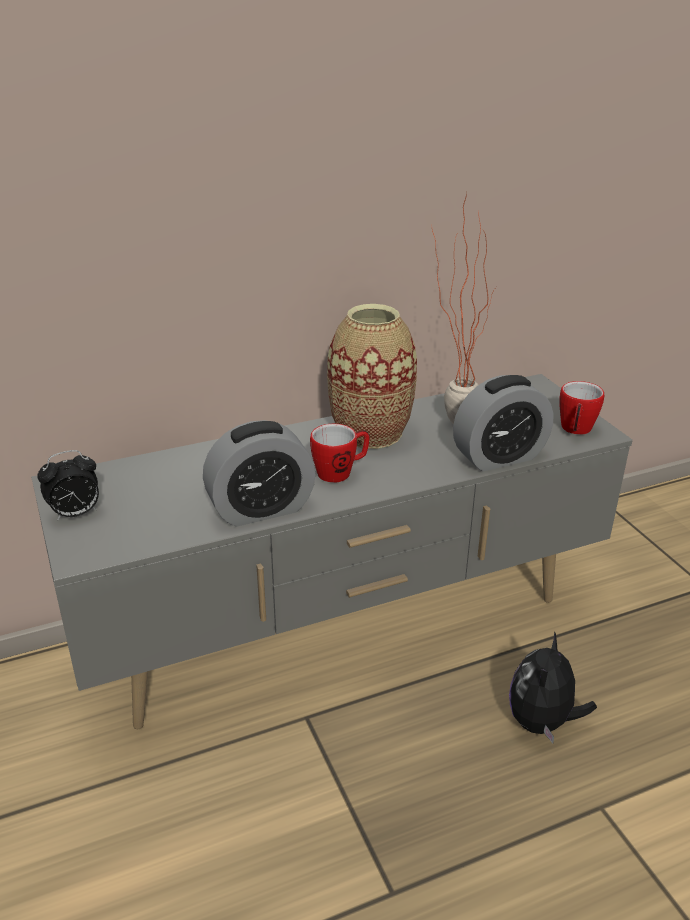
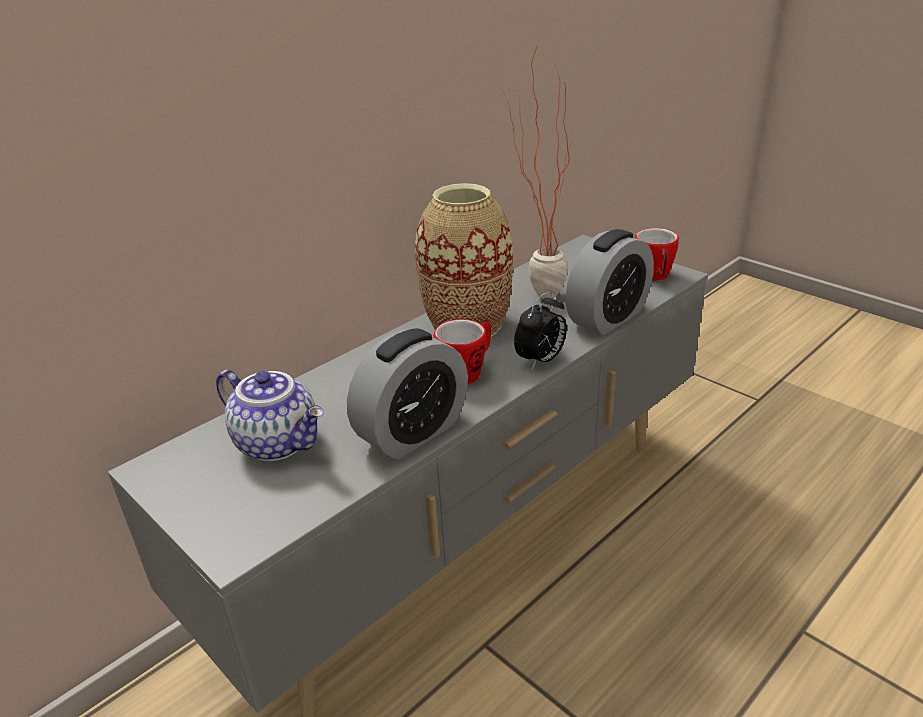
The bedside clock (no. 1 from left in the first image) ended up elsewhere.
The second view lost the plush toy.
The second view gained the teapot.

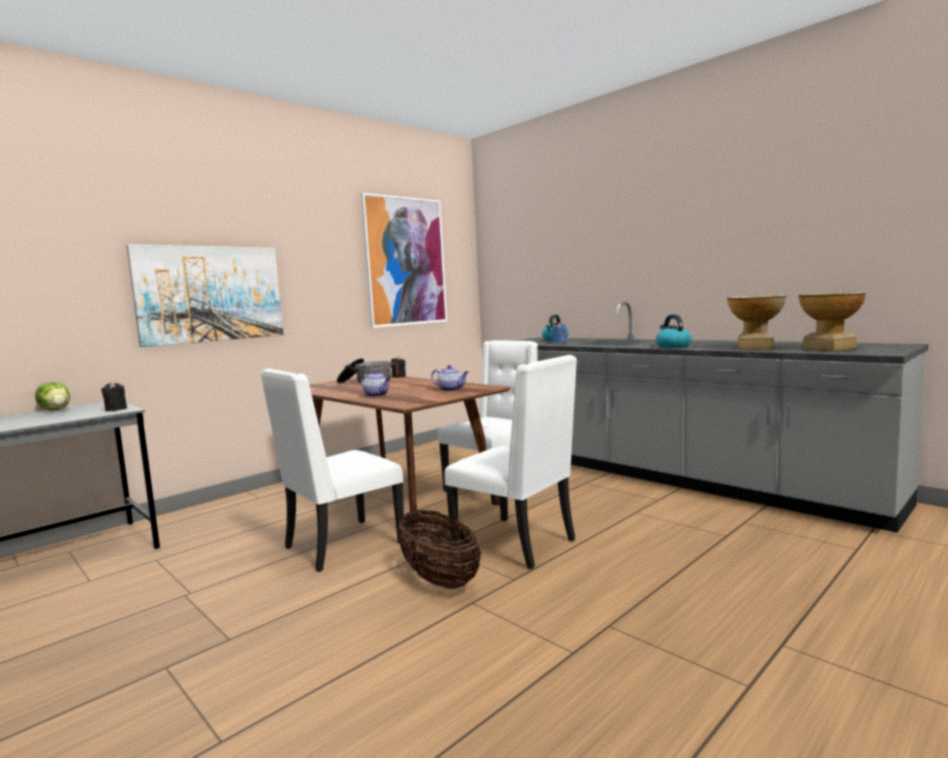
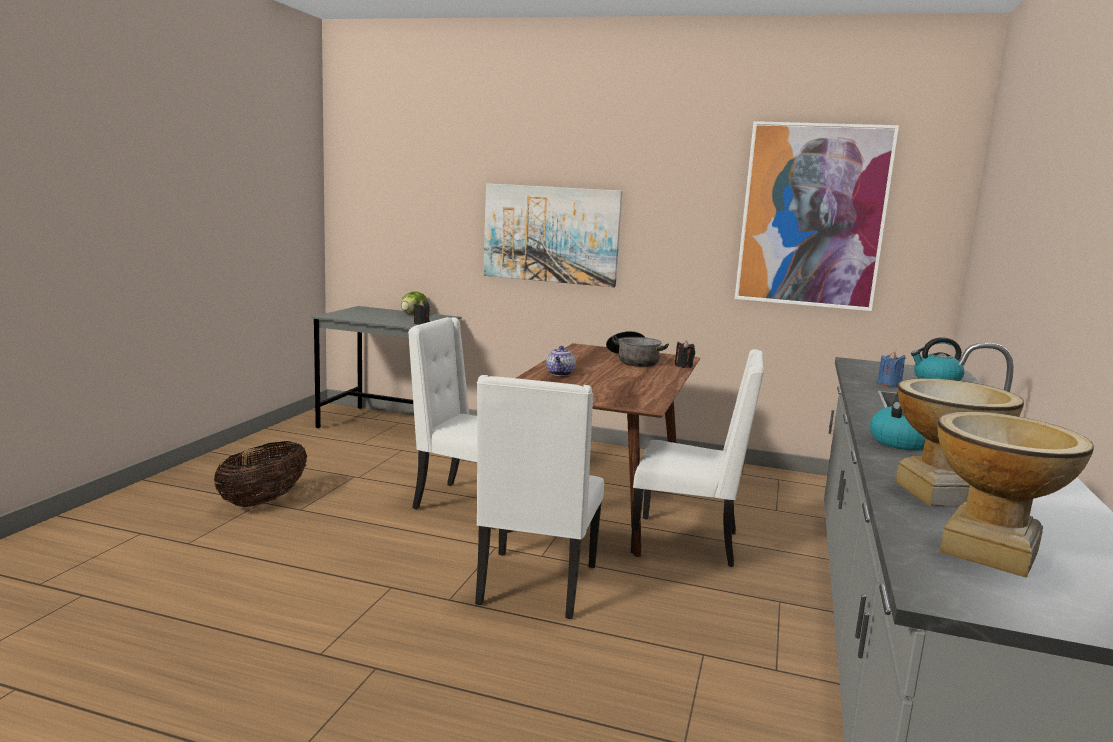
The basket ended up elsewhere.
The second view lost the teapot (no. 2 from left).

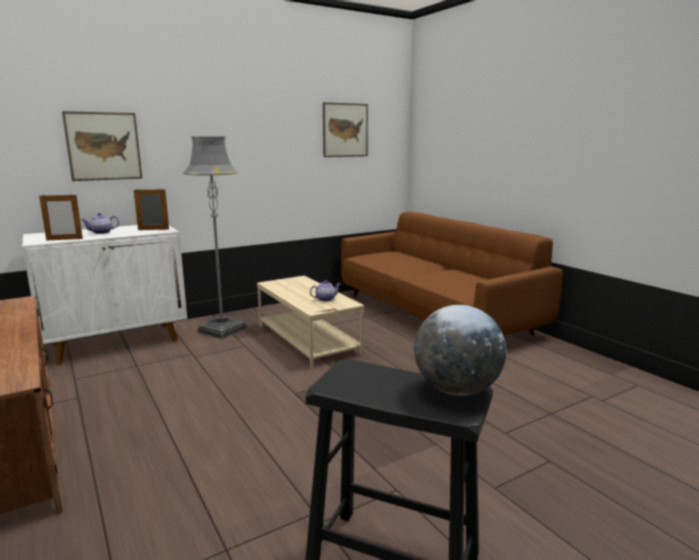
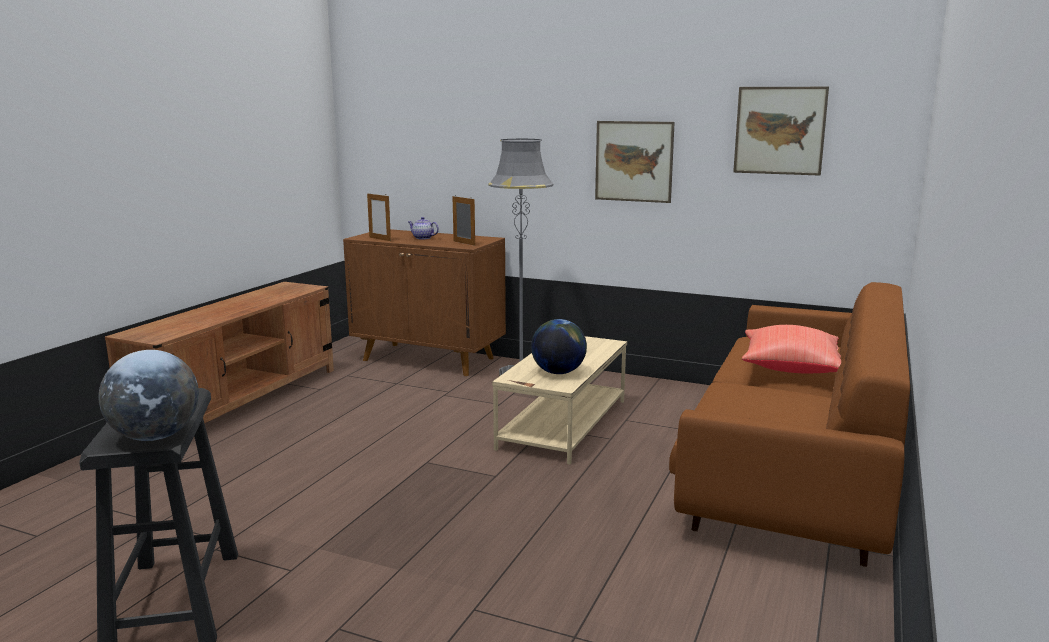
What was the whitish storage cabinet turned into the brown storage cabinet.
The picture (no. 1 from left) ended up elsewhere.
Where the teapot (no. 2 from left) stood, the world globe (no. 2 from left) came to stand.
The second view gained the red pillow.

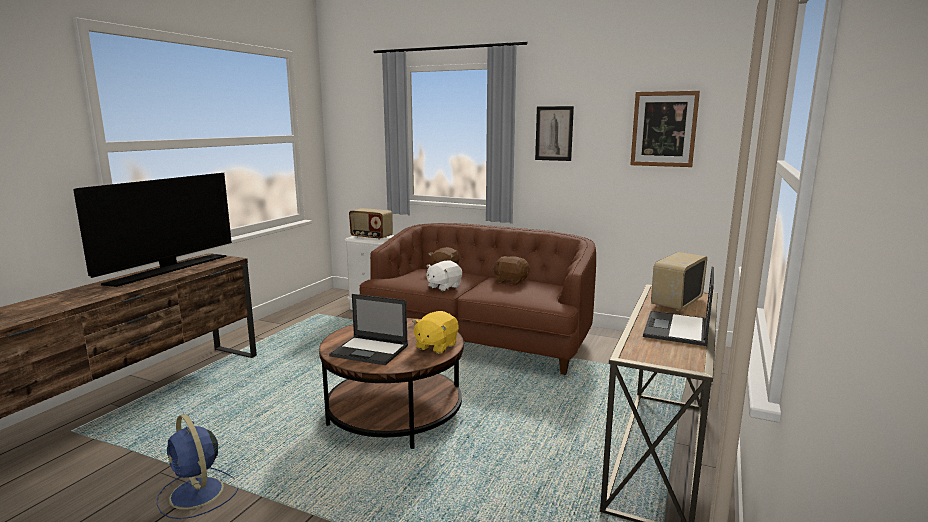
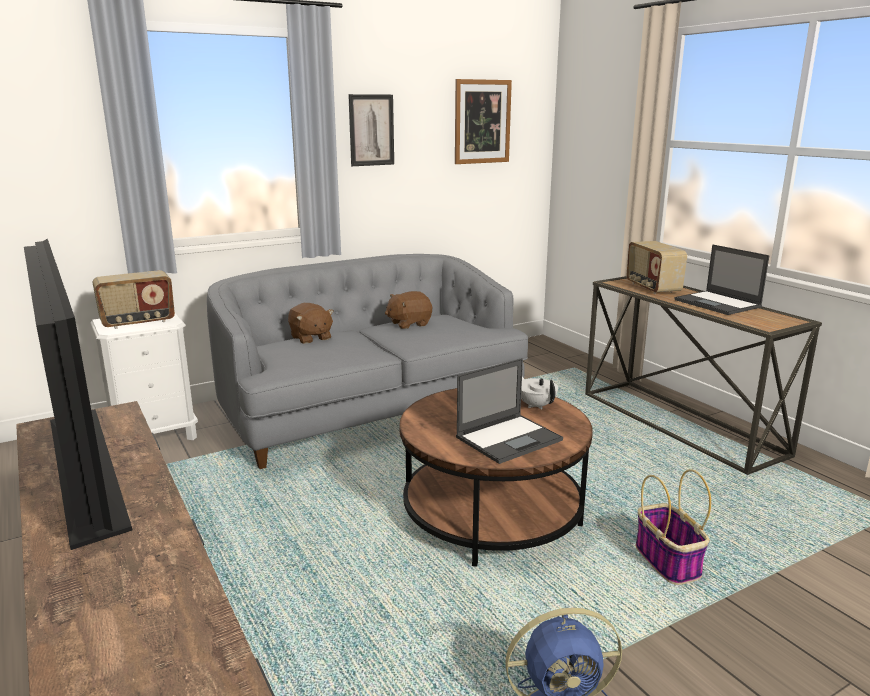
What was the brown settee turned into the greyish settee.
Where the yellow plush toy stood, the whitish teapot came to stand.
The second view lost the whitish plush toy.
The second view gained the basket.

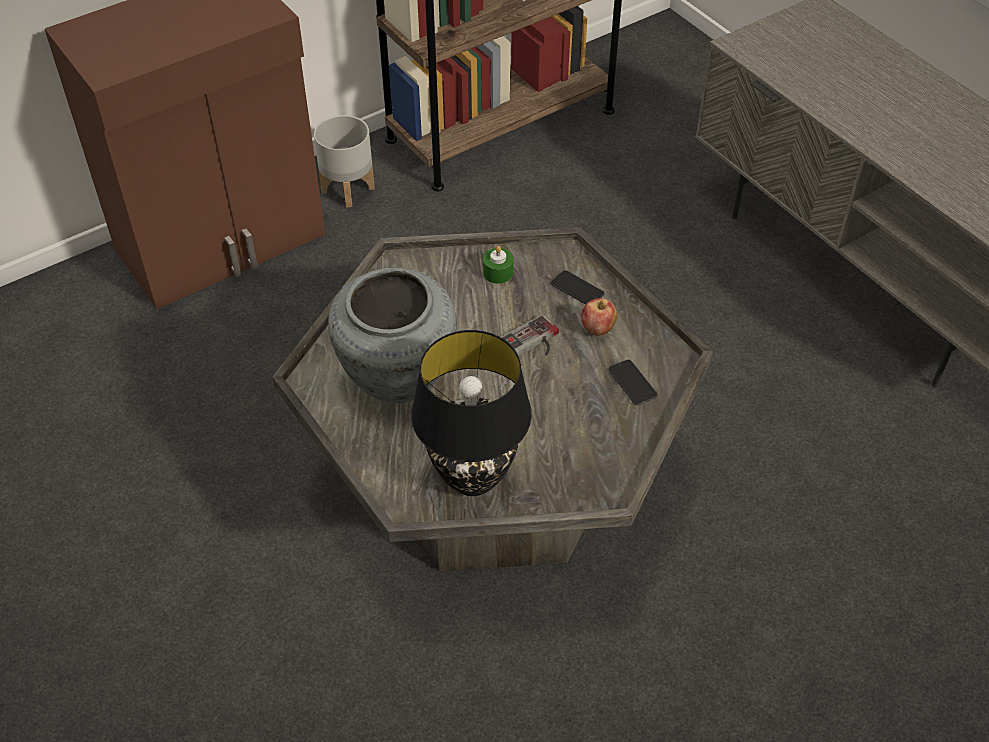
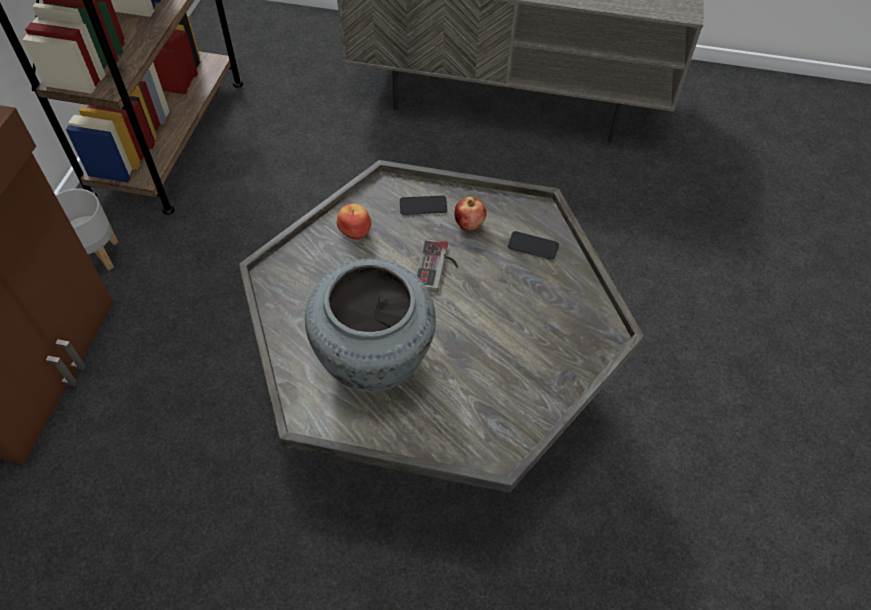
The second view lost the blackish tabletop lamp.
Where the green-coloured wax candle stood, the apple fruit (no. 1 from left) came to stand.

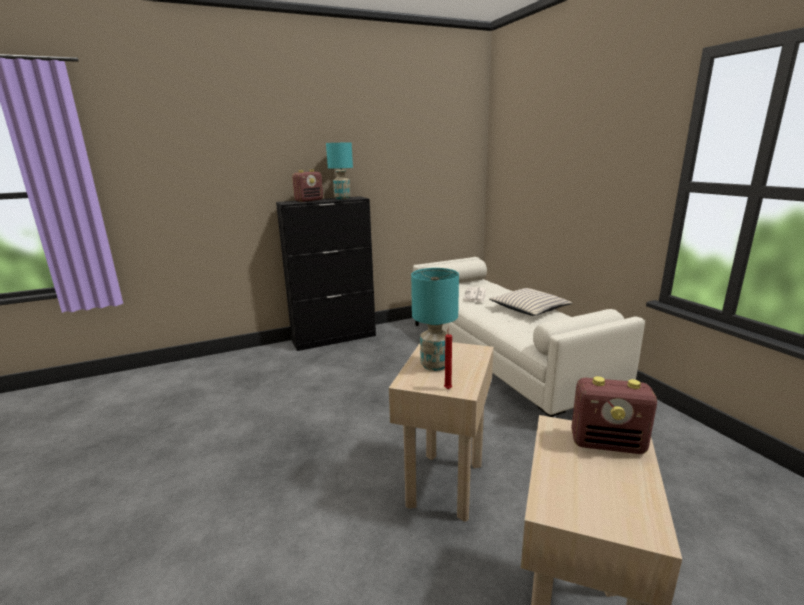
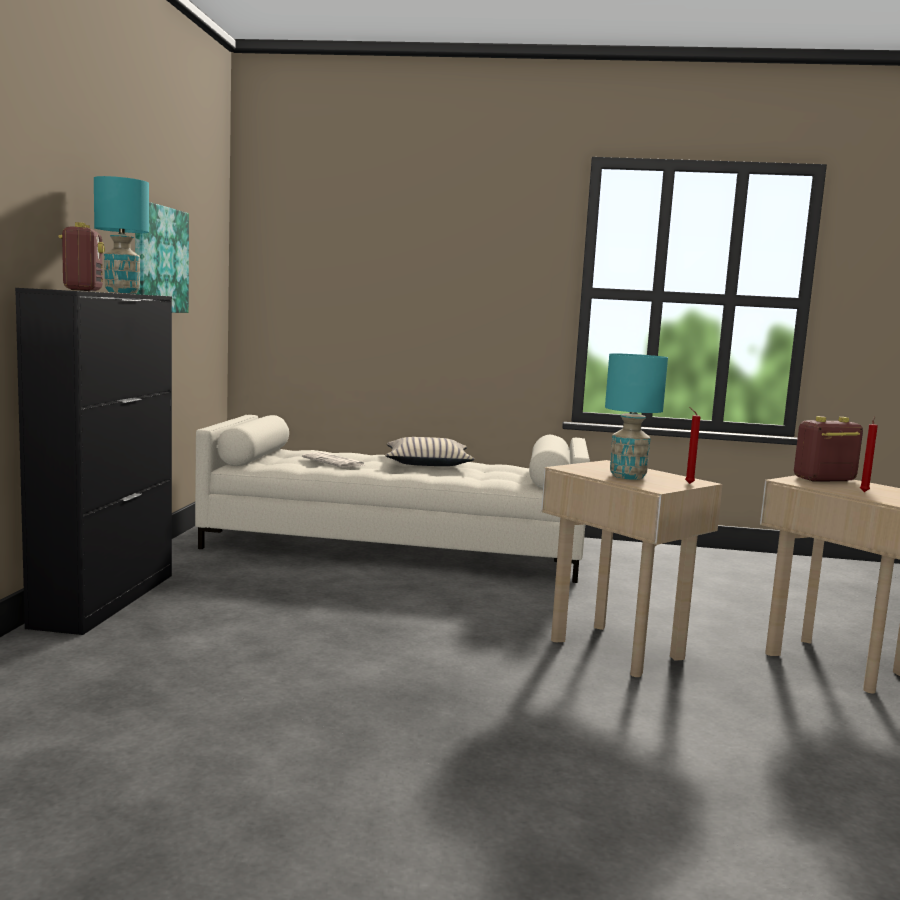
The radio set (no. 2 from left) ended up facing another way, 150 degrees counterclockwise from before.
The second view gained the picture.
The second view gained the red wax candle (no. 2 from left).

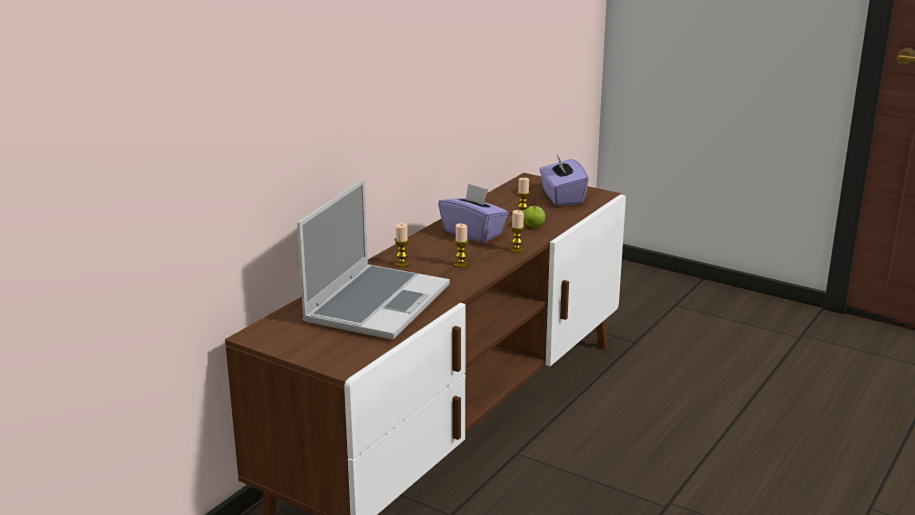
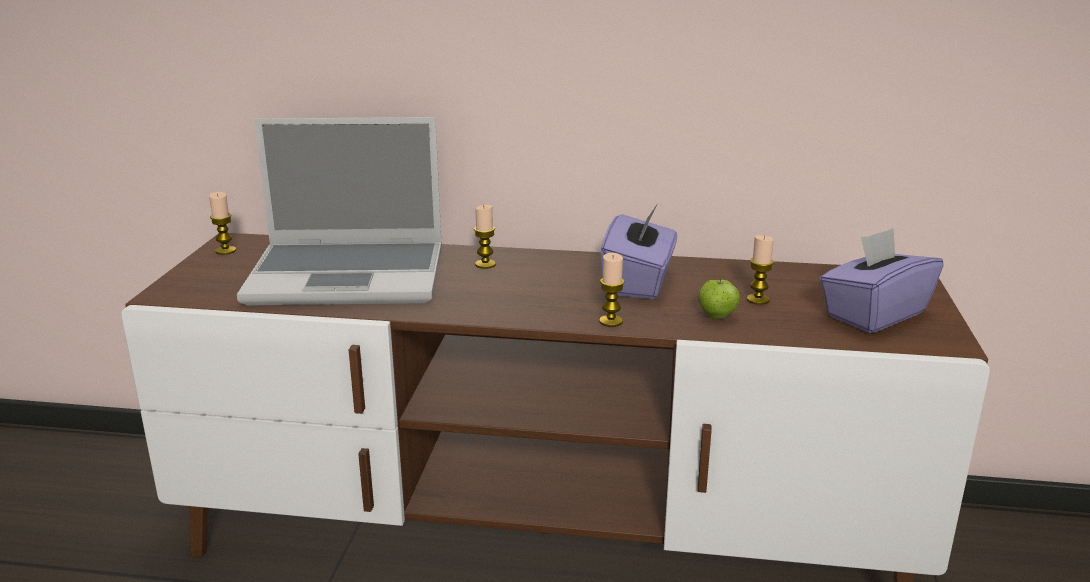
The wax candle (no. 2 from left in the first image) ended up elsewhere.

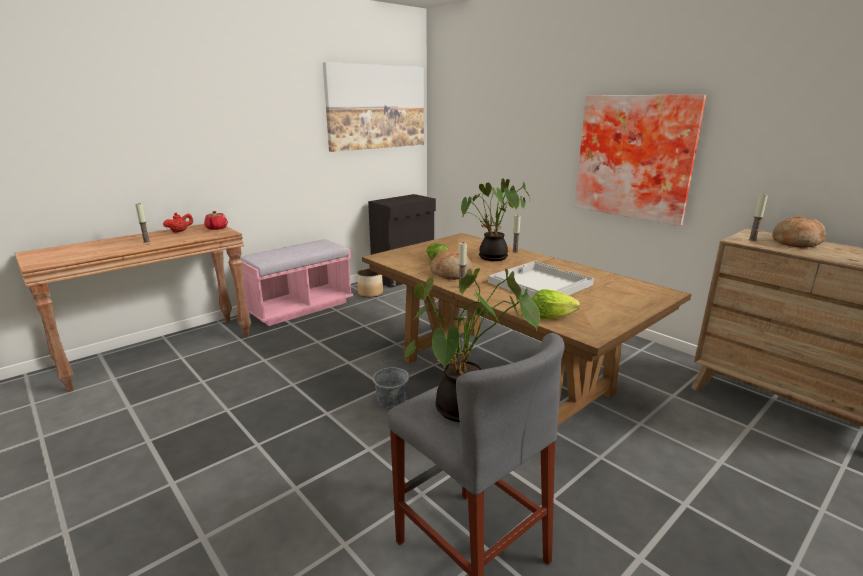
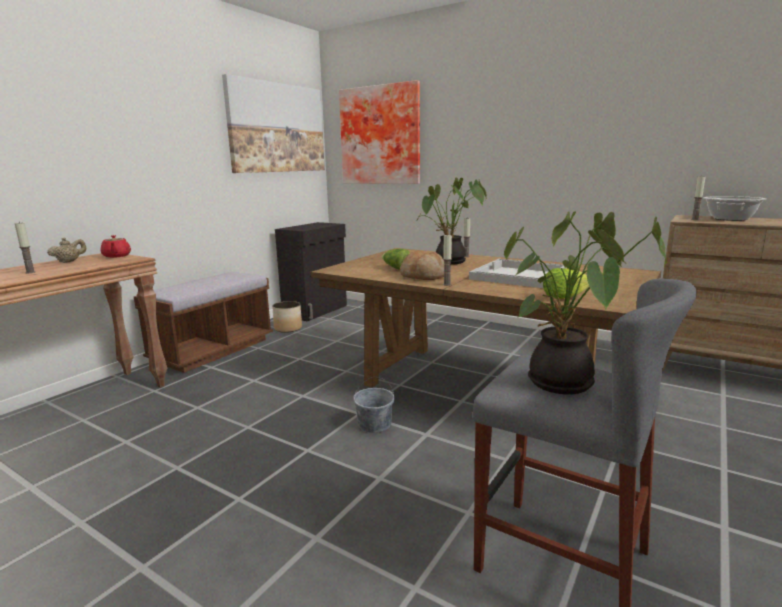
What was the red teapot (no. 1 from left) turned into the sand-coloured teapot.
What was the pink indoor bench turned into the brown indoor bench.
The picture (no. 2 from left) ended up elsewhere.
Where the bakery bread (no. 2 from left) stood, the stockpot came to stand.

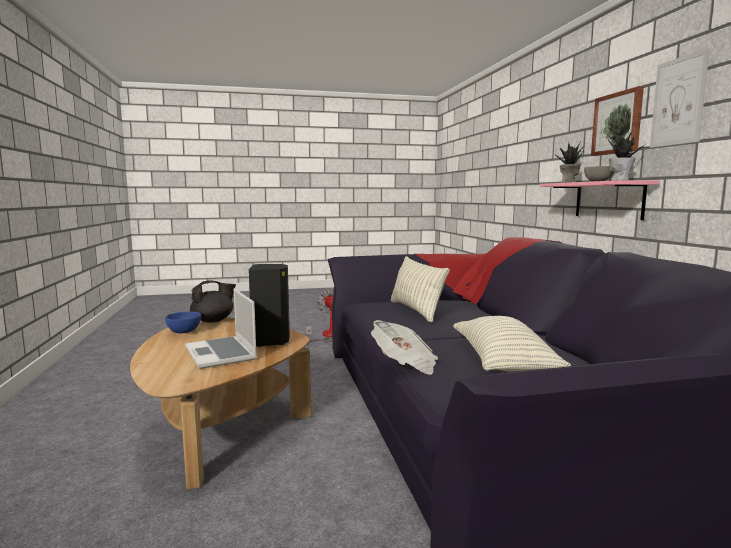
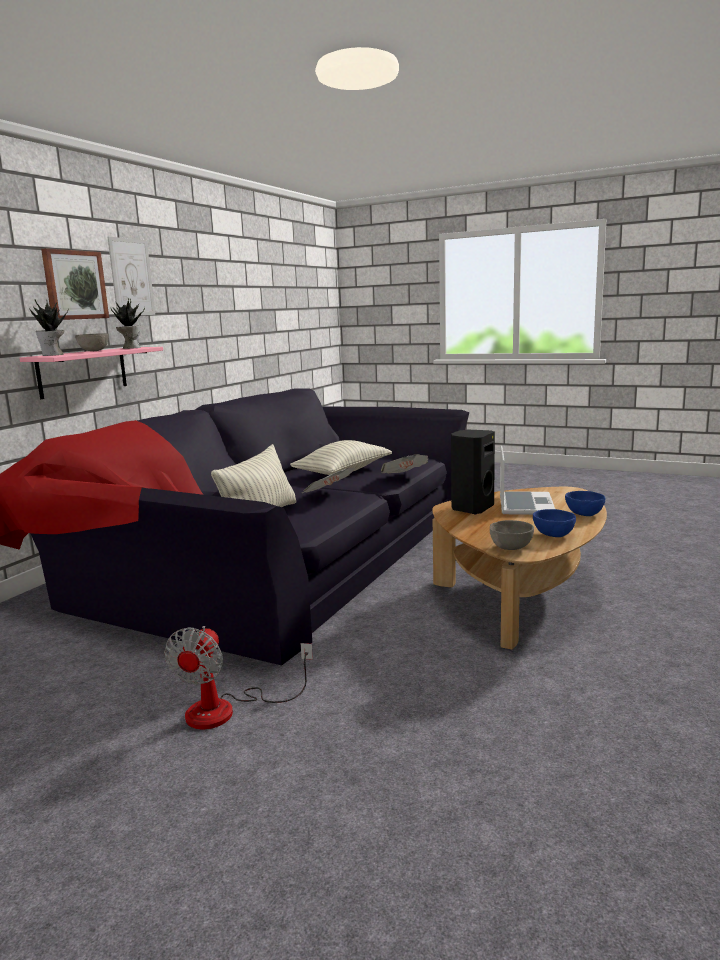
Where the blackish teapot stood, the greyish deep dish (no. 2 from left) came to stand.
The second view gained the printed paper (no. 1 from left).
The second view gained the bluish deep dish (no. 2 from left).

